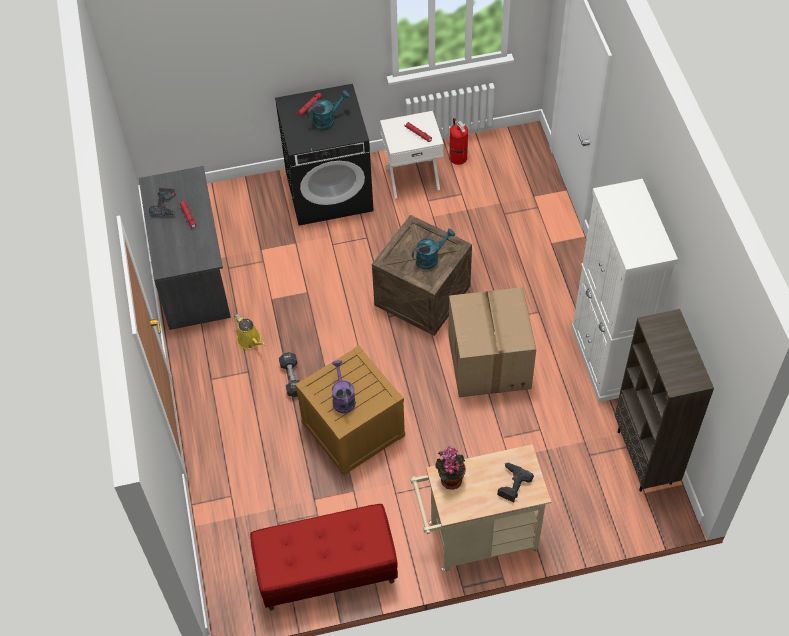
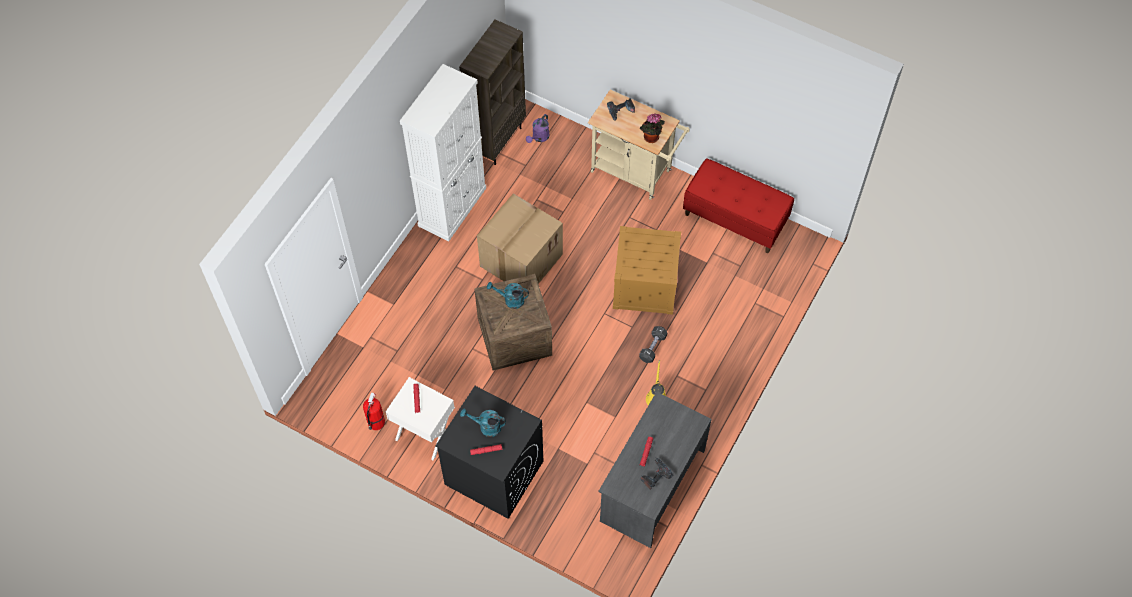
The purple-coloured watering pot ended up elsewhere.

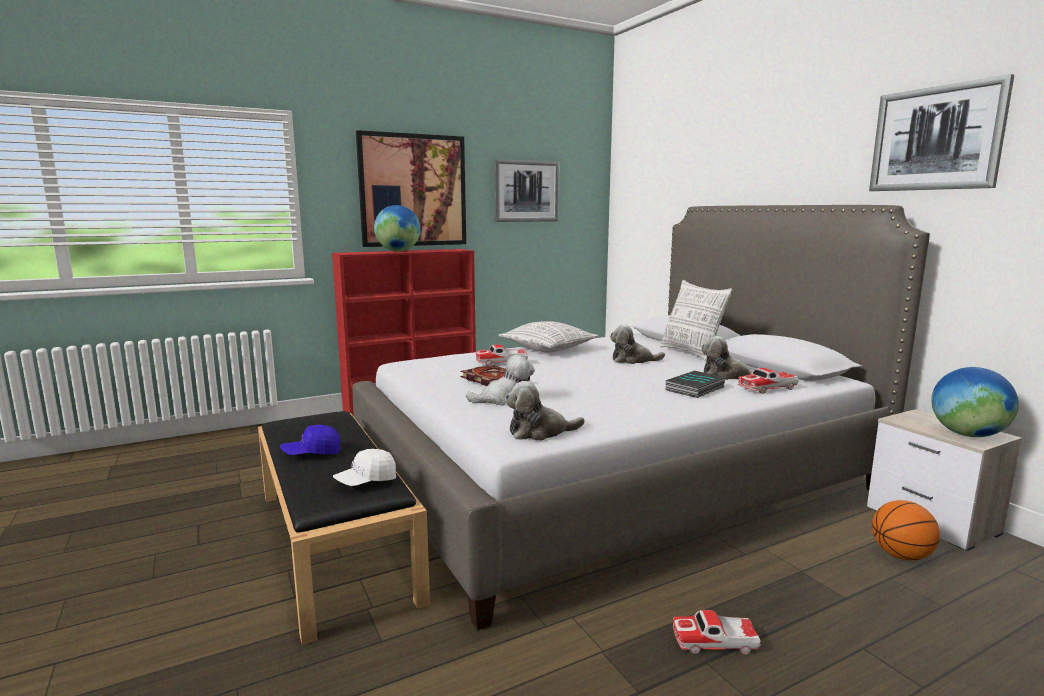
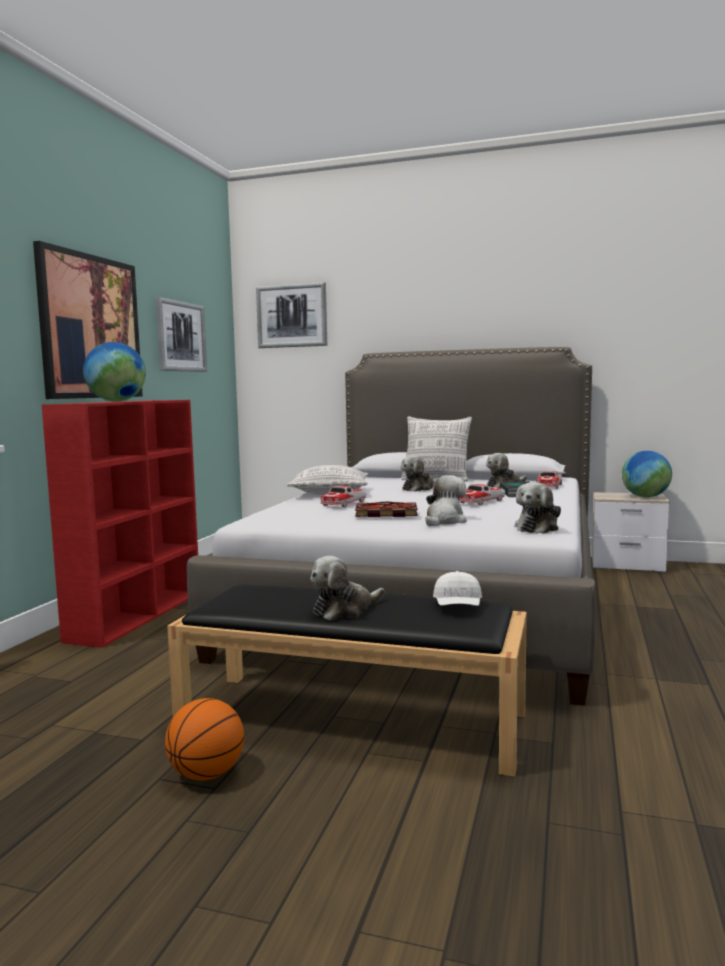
Where the bluish cap stood, the plush toy (no. 1 from left) came to stand.
The toy car (no. 2 from left) ended up elsewhere.
The picture (no. 3 from left) ended up elsewhere.
The basketball ended up elsewhere.

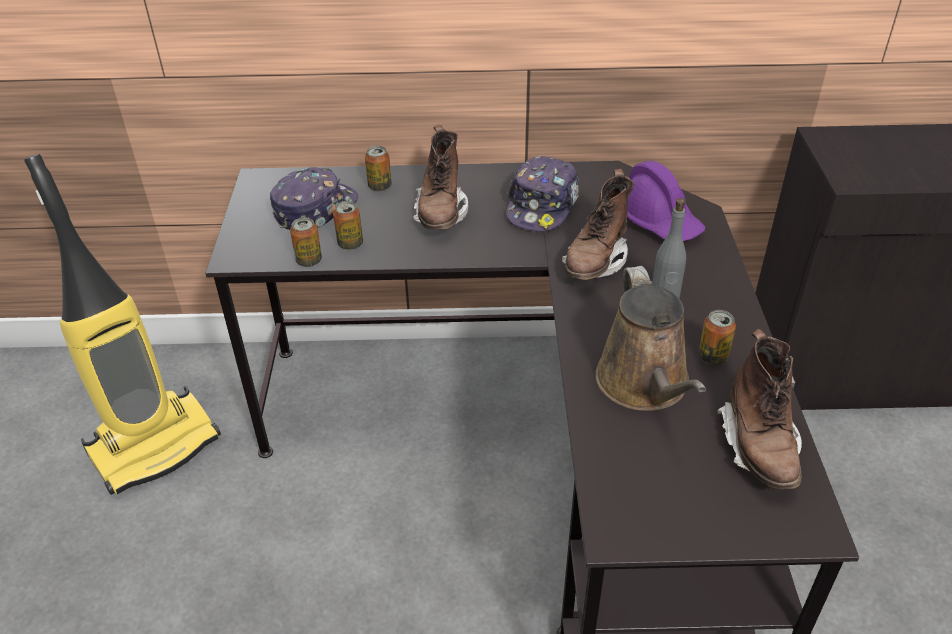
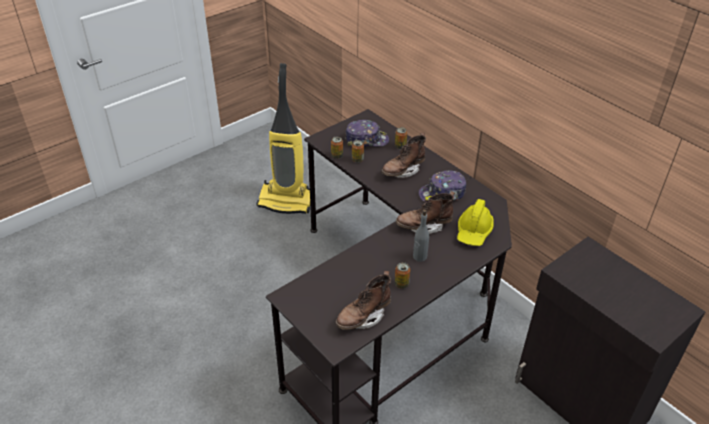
The second view lost the brown watering pot.
What was the purple-coloured hard hat turned into the yellow hard hat.

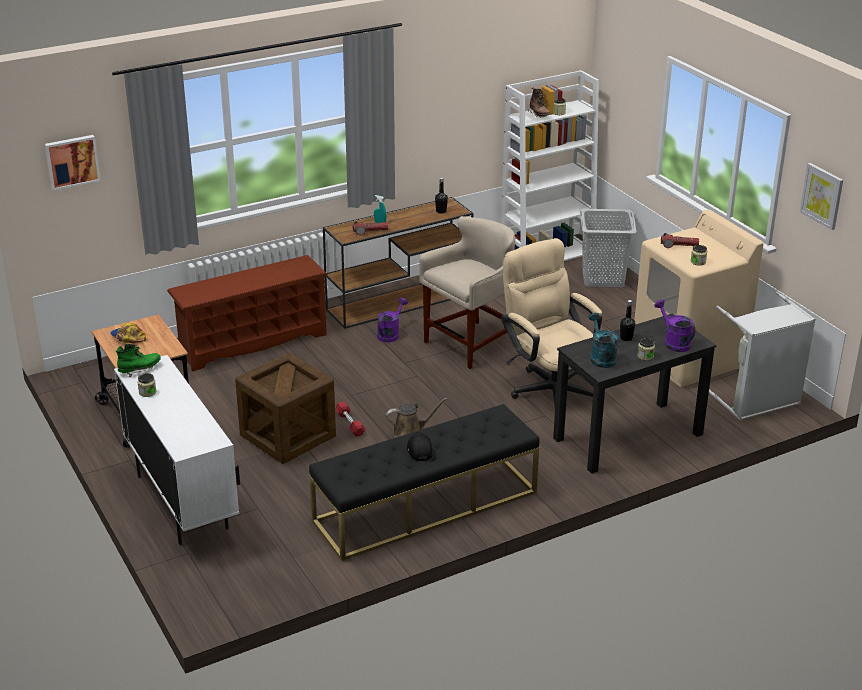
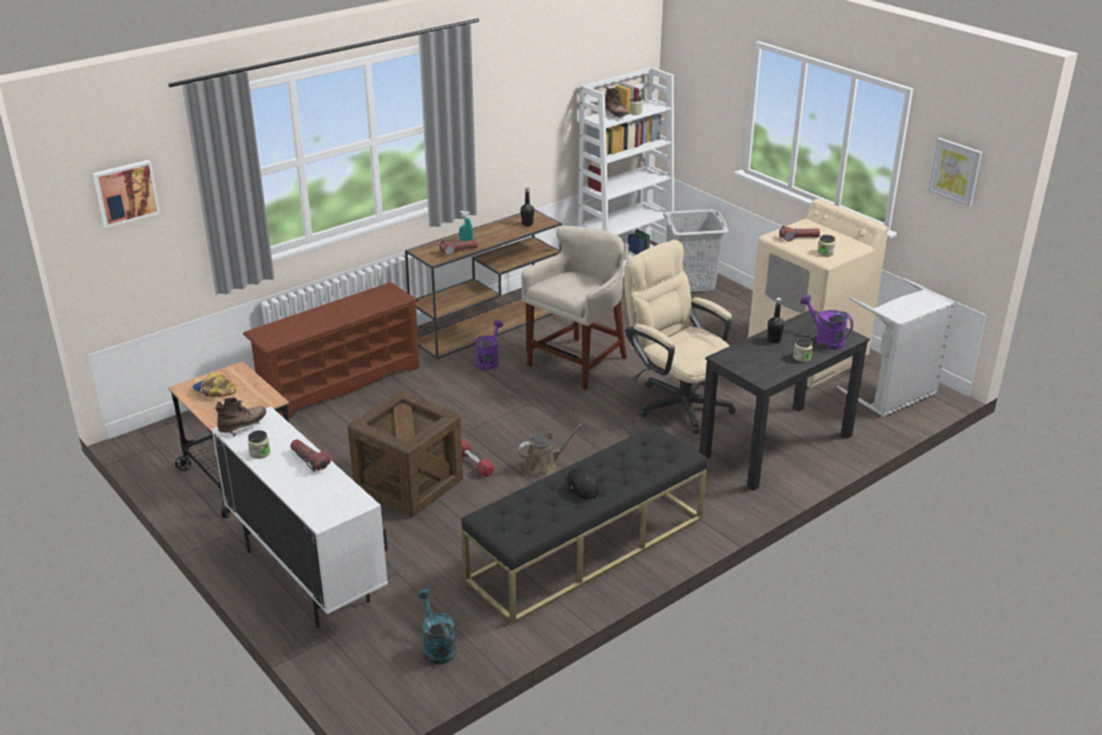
What was the green-coloured tall boot turned into the brown tall boot (no. 1 from left).
The blue-green watering pot ended up elsewhere.
The second view gained the torch (no. 1 from left).

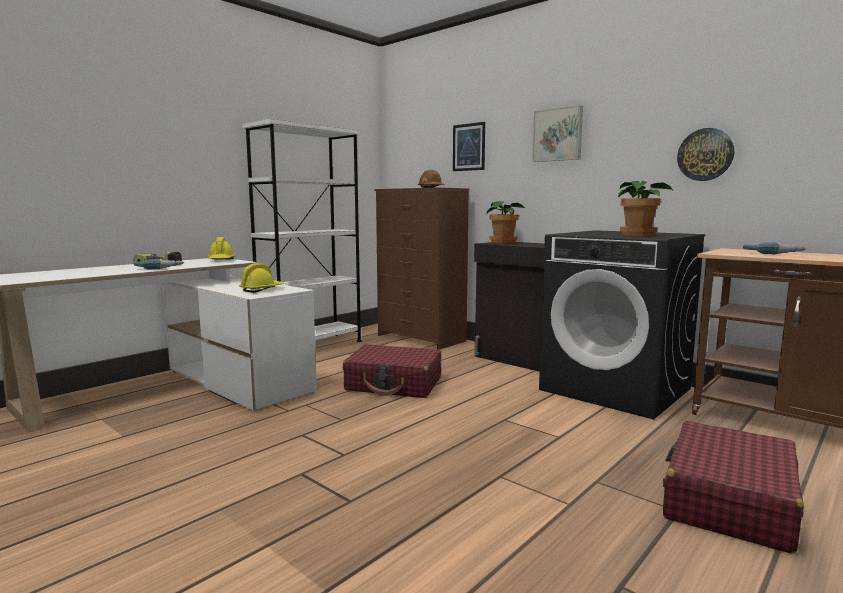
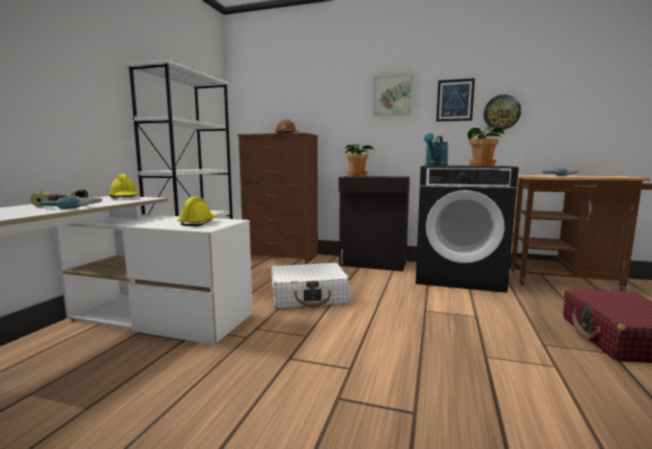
What was the red piece of luggage (no. 1 from left) turned into the whitish piece of luggage.
The picture (no. 1 from left in the first image) ended up elsewhere.
The second view gained the blue-green watering pot.

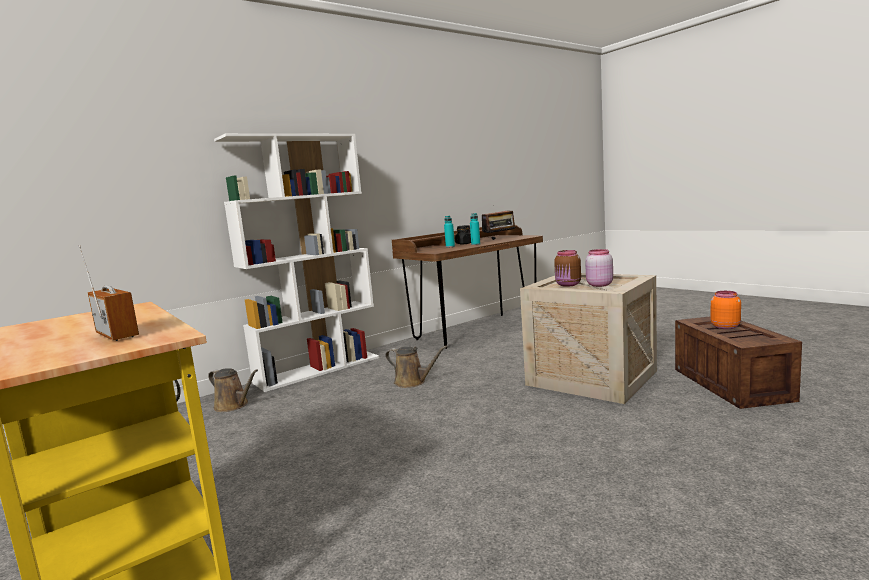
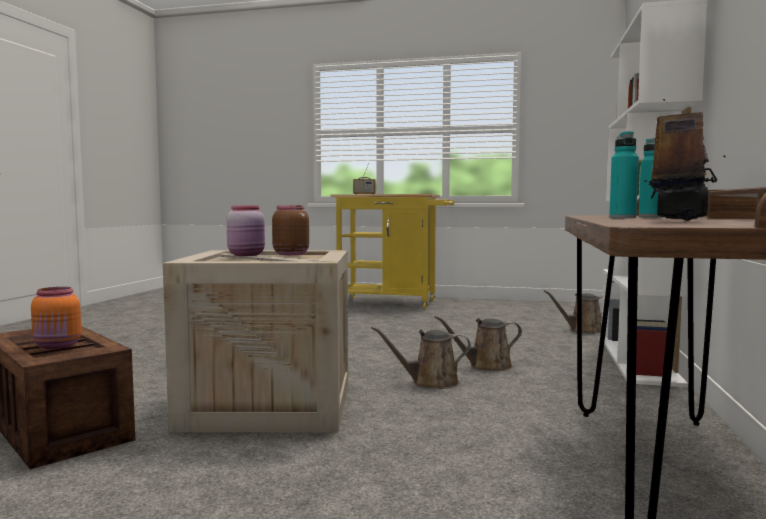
The second view gained the brown watering pot (no. 1 from left).

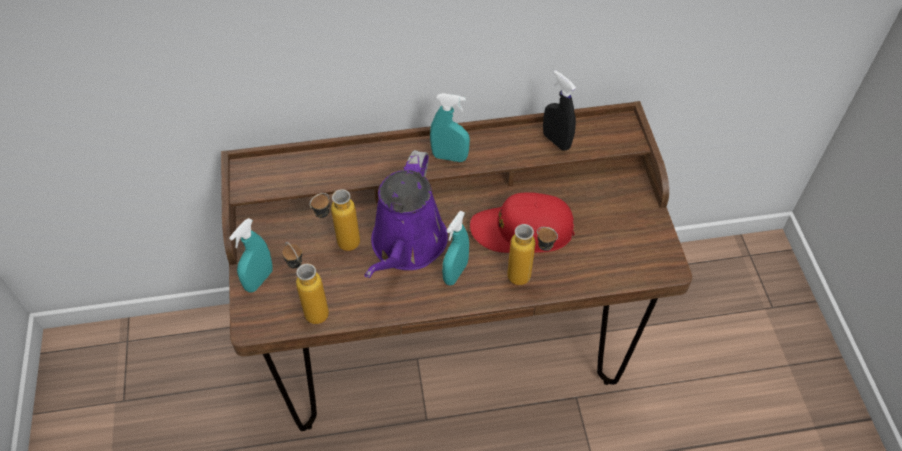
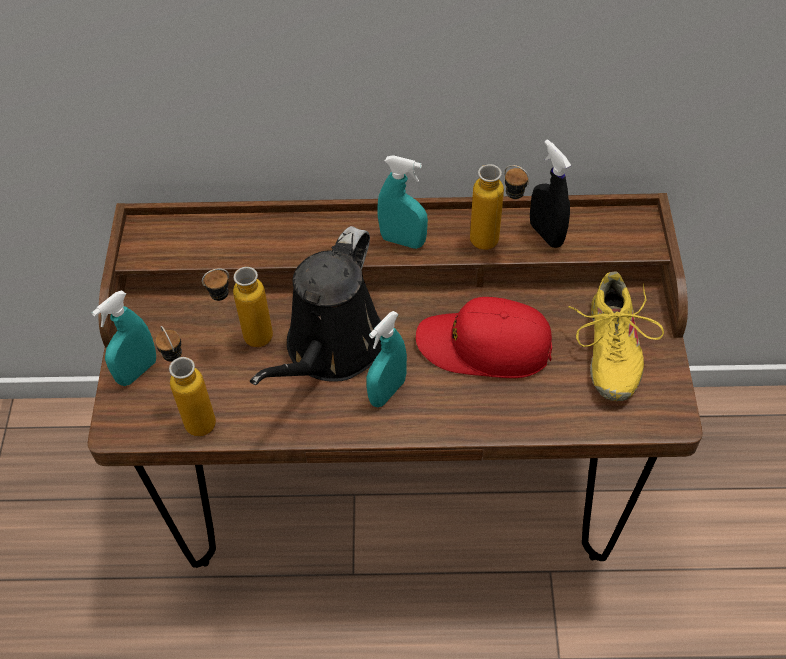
What was the purple-coloured watering pot turned into the blackish watering pot.
The drink bottle (no. 3 from left) ended up elsewhere.
The second view gained the yellow low shoe.

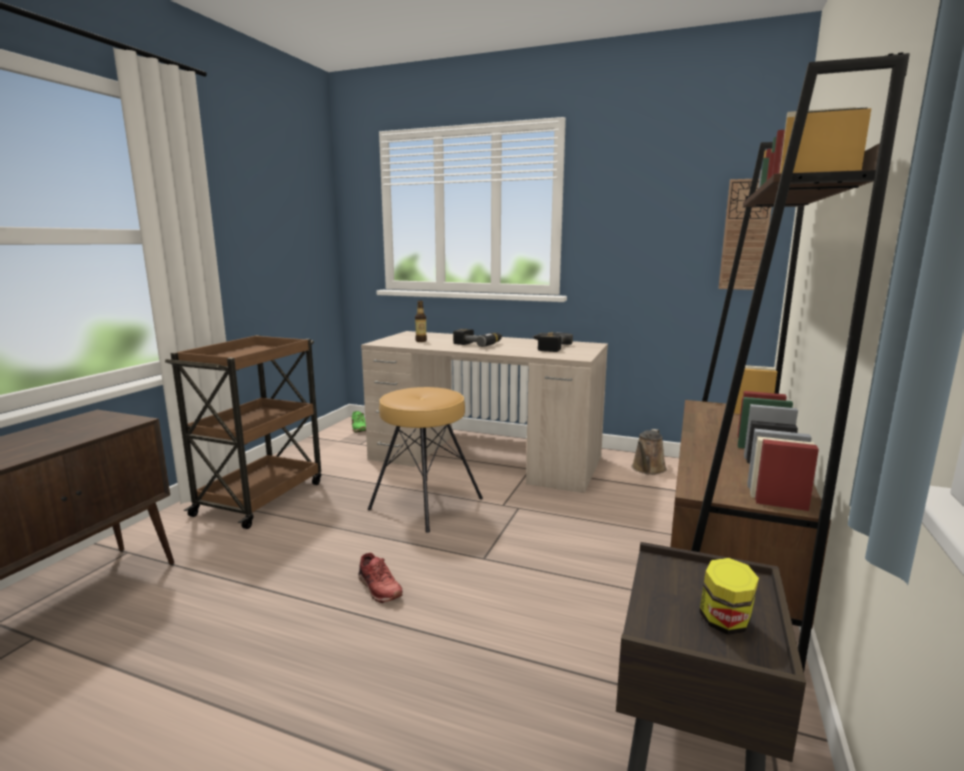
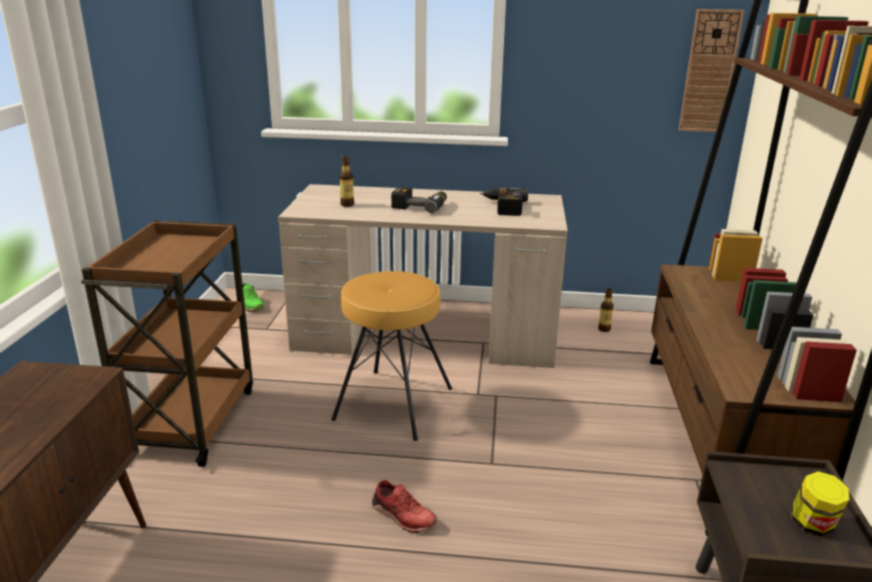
Where the brown watering pot stood, the drink bottle (no. 2 from left) came to stand.

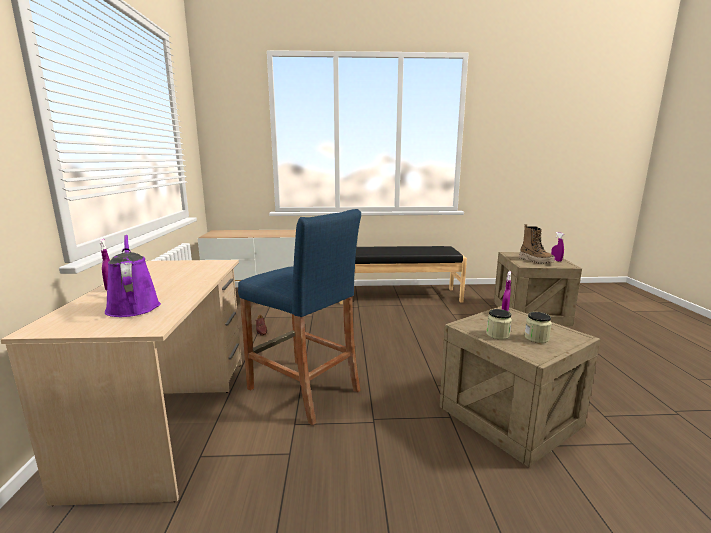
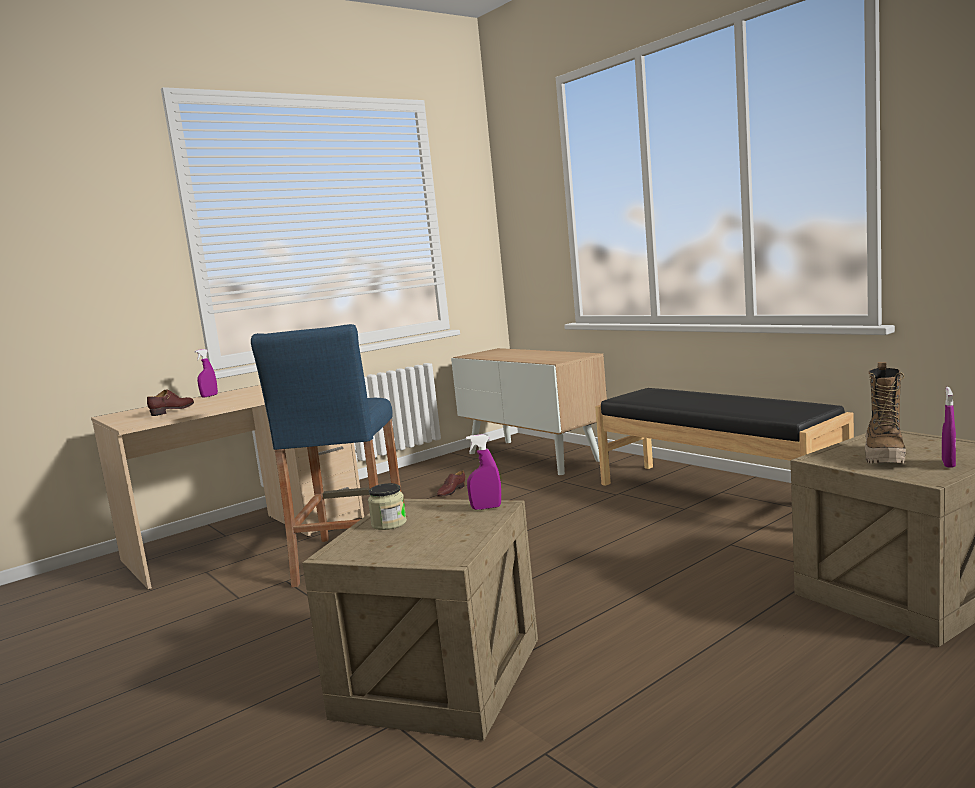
Where the purple-coloured watering pot stood, the brown low shoe (no. 1 from left) came to stand.
The second view lost the storage jar (no. 2 from left).

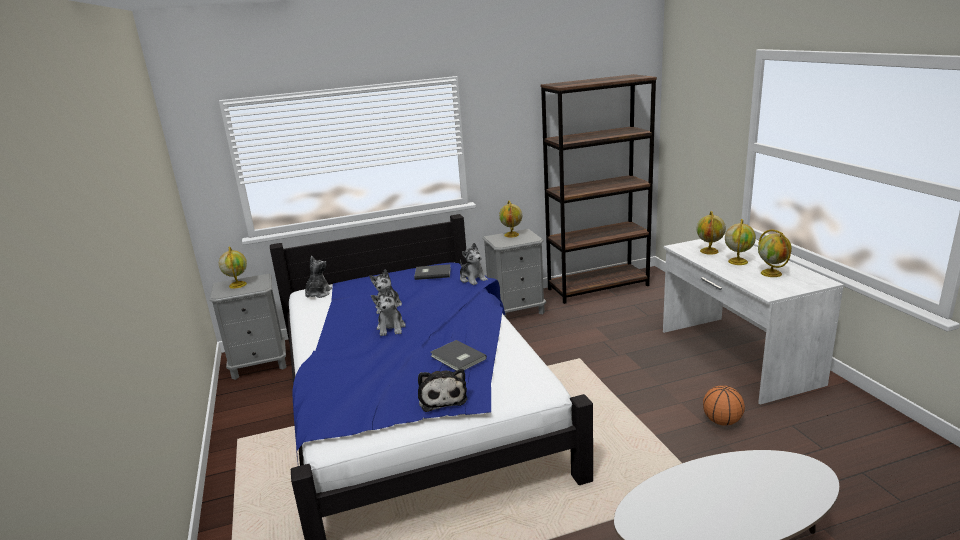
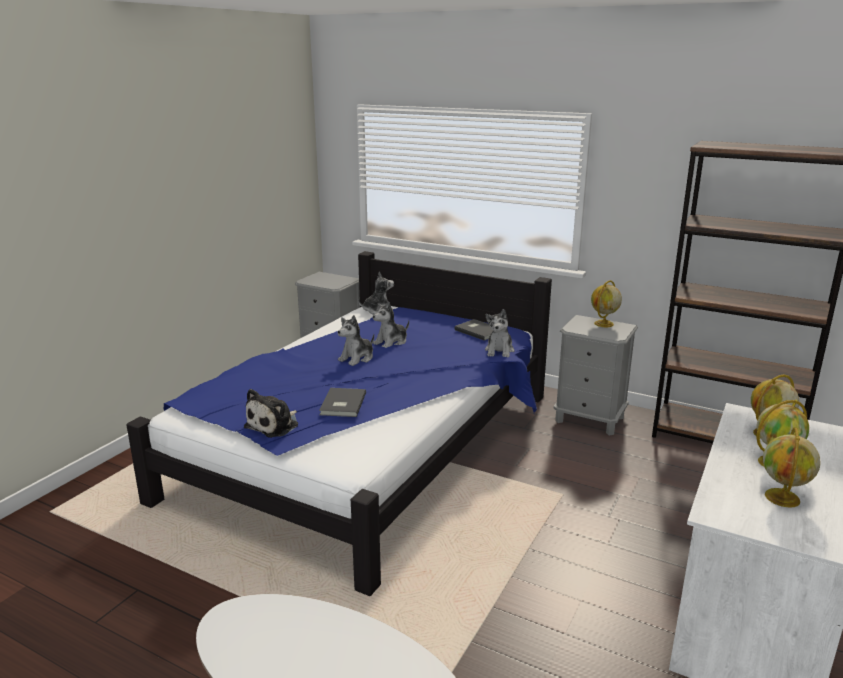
The second view lost the world globe (no. 1 from left).
The second view lost the basketball.

